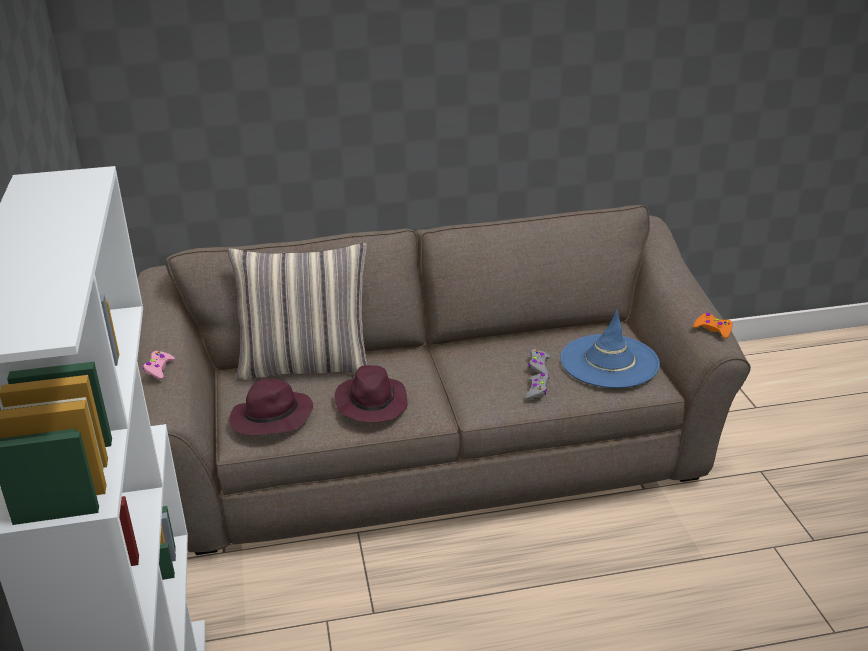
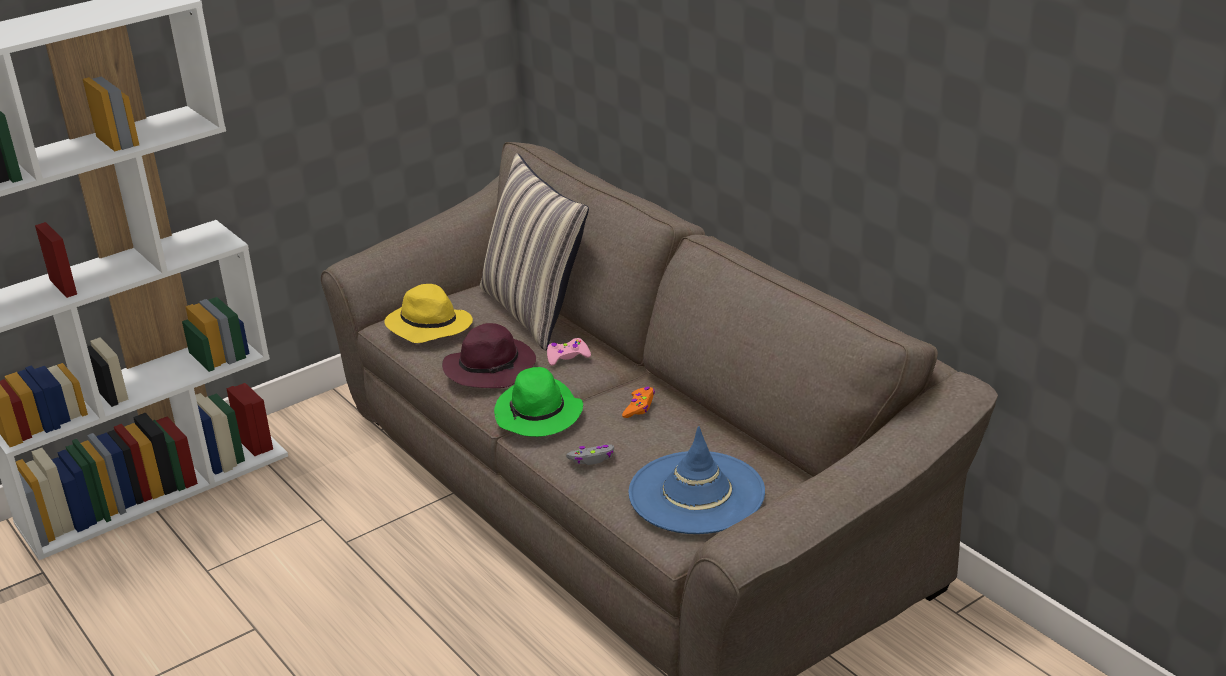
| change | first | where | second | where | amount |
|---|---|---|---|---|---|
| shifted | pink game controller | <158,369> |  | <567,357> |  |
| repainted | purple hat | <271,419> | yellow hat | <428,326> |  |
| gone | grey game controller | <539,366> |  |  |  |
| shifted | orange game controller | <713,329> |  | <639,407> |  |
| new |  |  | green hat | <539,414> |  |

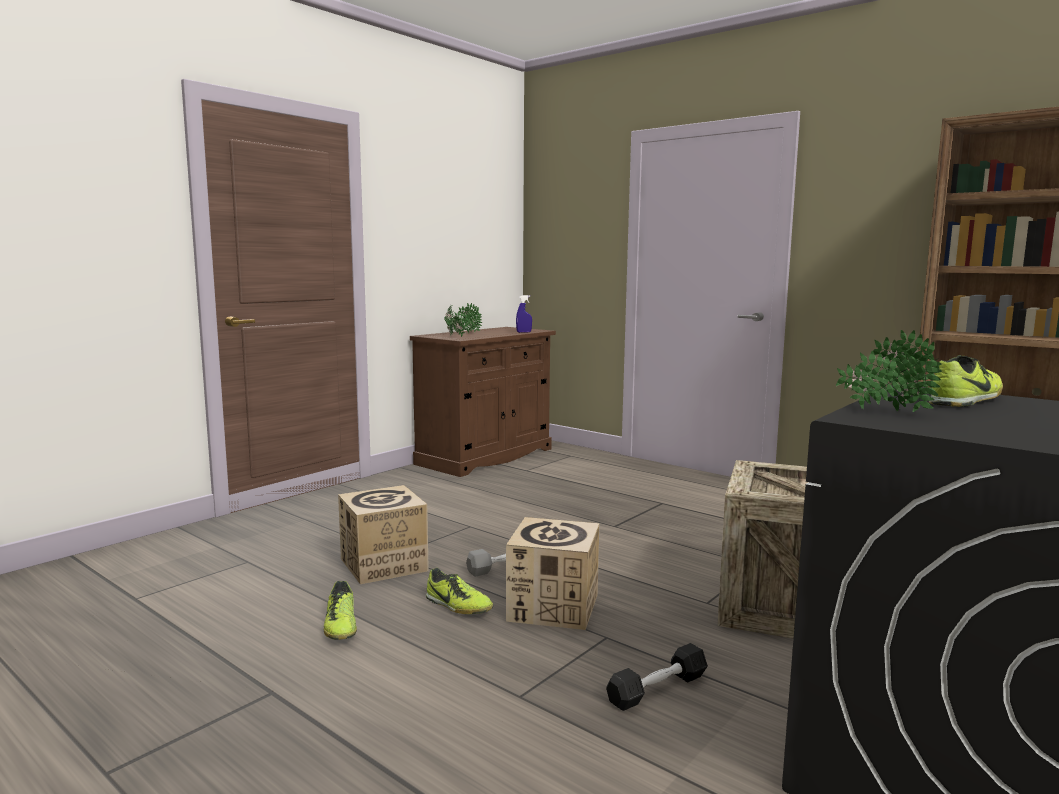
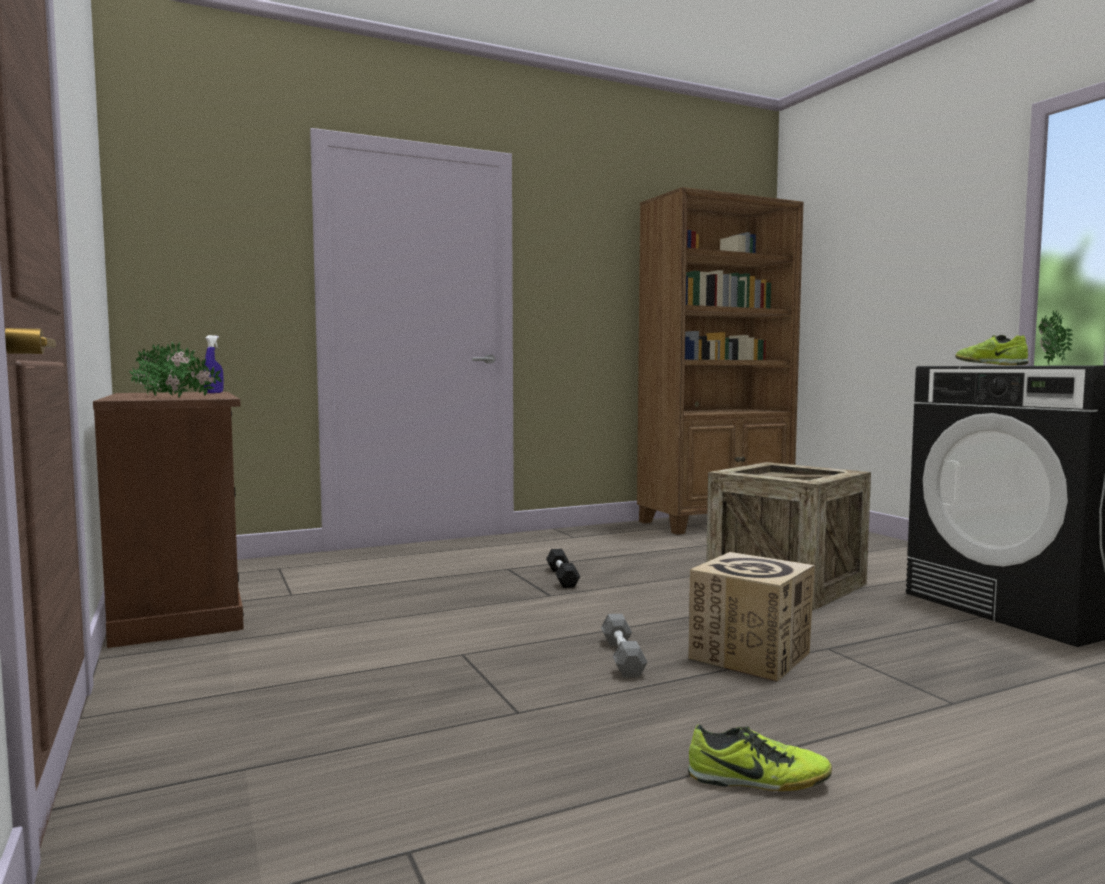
| change | first | where | second | where | amount |
|---|---|---|---|---|---|
| gone | cardboard box | <383,565> |  |  |  |
| gone | shoe | <458,606> |  |  |  |
| shifted | black dumbbell | <657,689> |  | <562,577> |  |

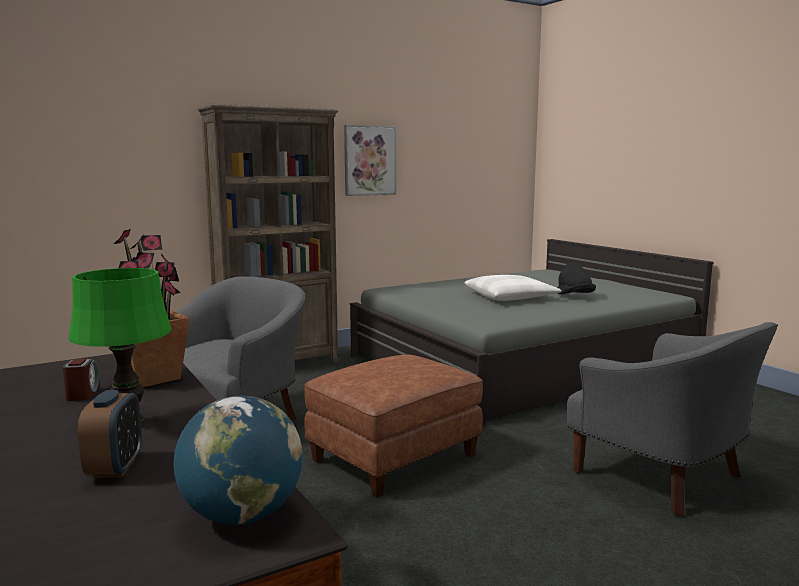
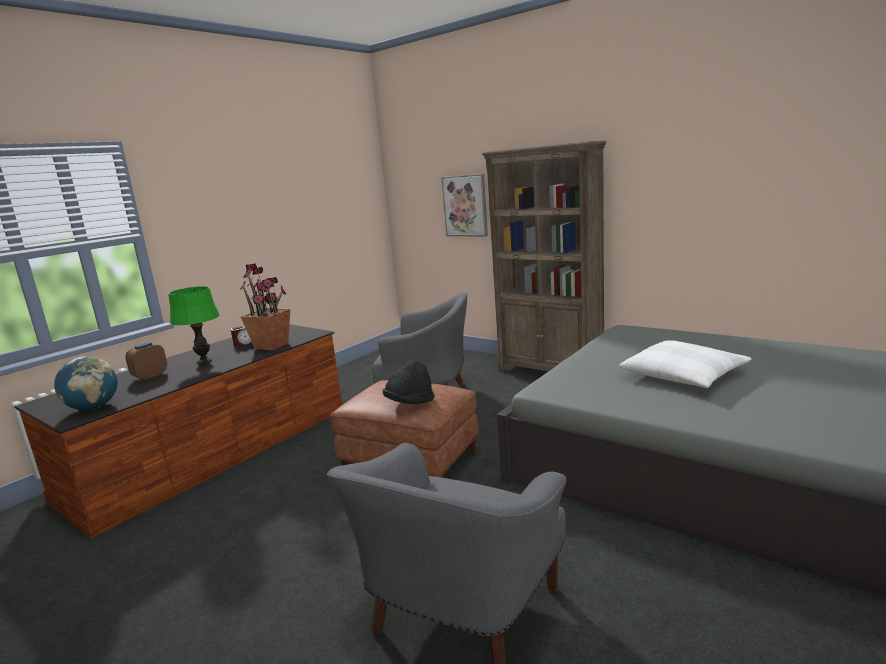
| change | first | where | second | where | amount |
|---|---|---|---|---|---|
| rotated | alarm clock | <115,468> |  | <150,376> | 150 degrees clockwise |
| shifted | picture | <369,160> |  | <465,206> |  |
| shifted | black hat | <574,297> |  | <409,403> |  |

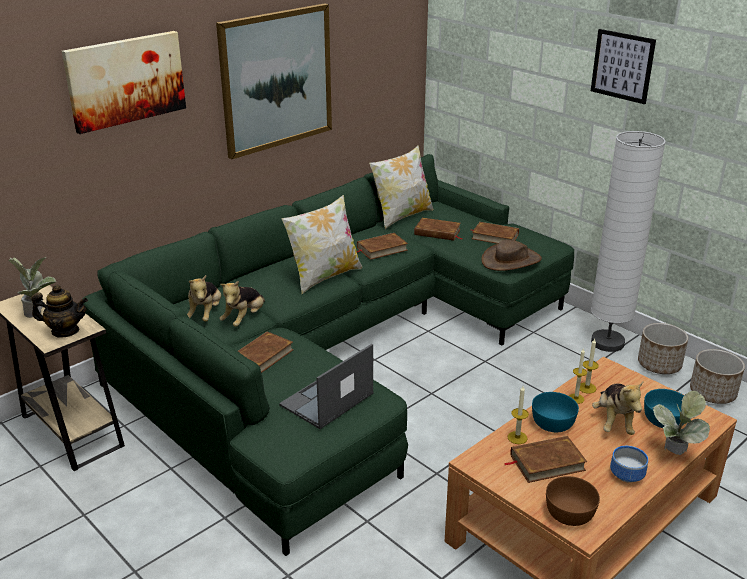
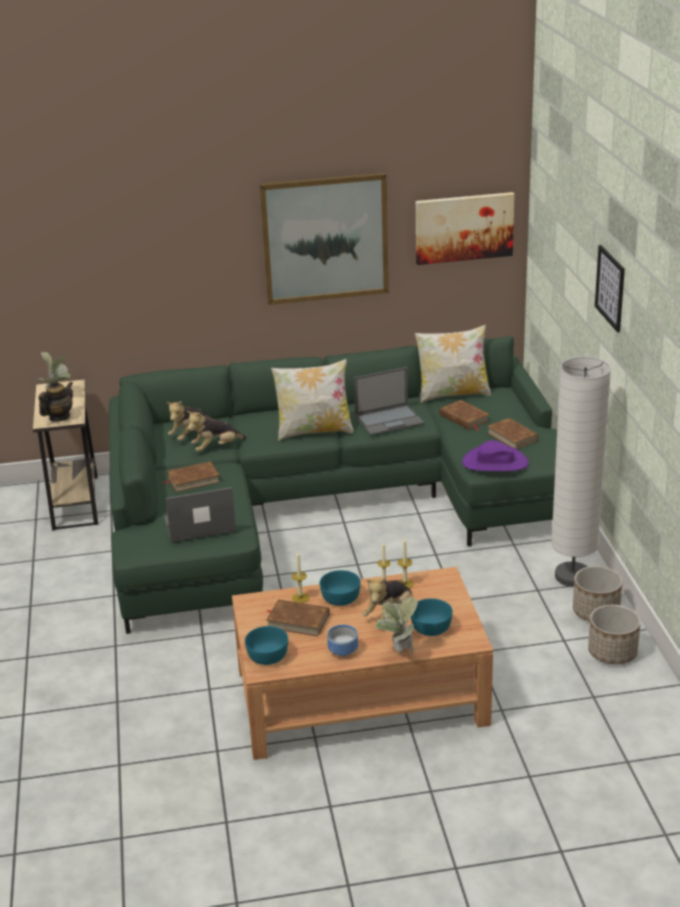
| change | first | where | second | where | amount |
|---|---|---|---|---|---|
| rotated | teapot | <65,331> |  | <59,417> | 90 degrees counterclockwise |
| shifted | picture | <125,80> |  | <464,227> |  |
| swapped | brown book | <381,249> | laptop | <390,420> |  |
| repainted | brown hat | <511,260> | purple hat | <495,463> |  |
| repainted | brown bowl | <570,514> | turquoise bowl | <267,656> |  |

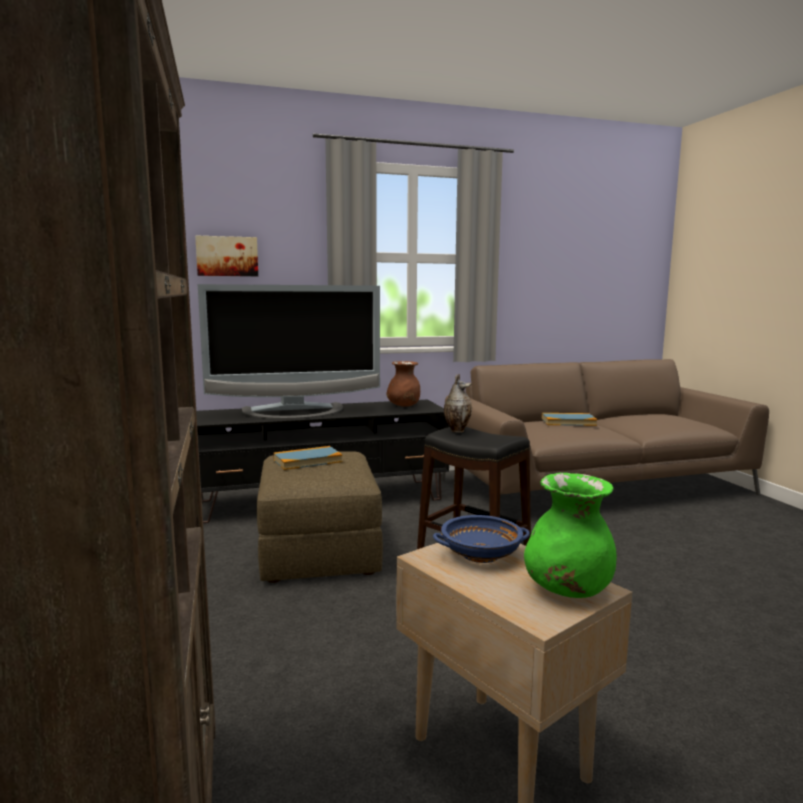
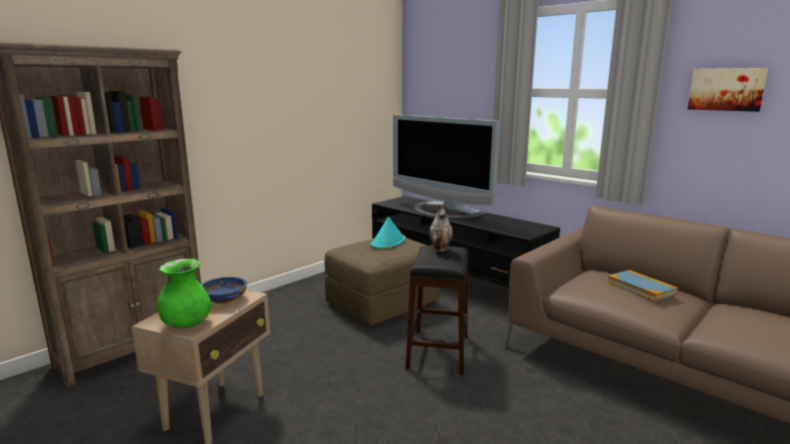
| change | first | where | second | where | amount |
|---|---|---|---|---|---|
| shifted | picture | <227,256> |  | <726,89> |  |
| swapped | book | <307,461> | turquoise hat | <388,242> |  |
| gone | brown vase | <404,406> |  |  |  |

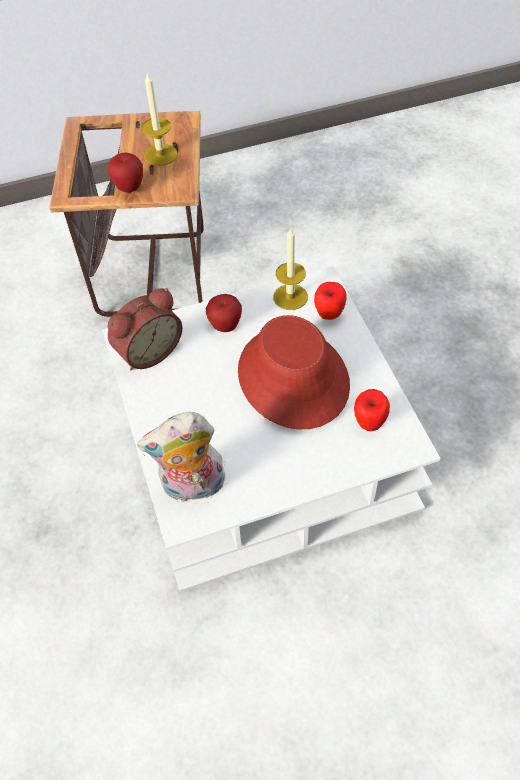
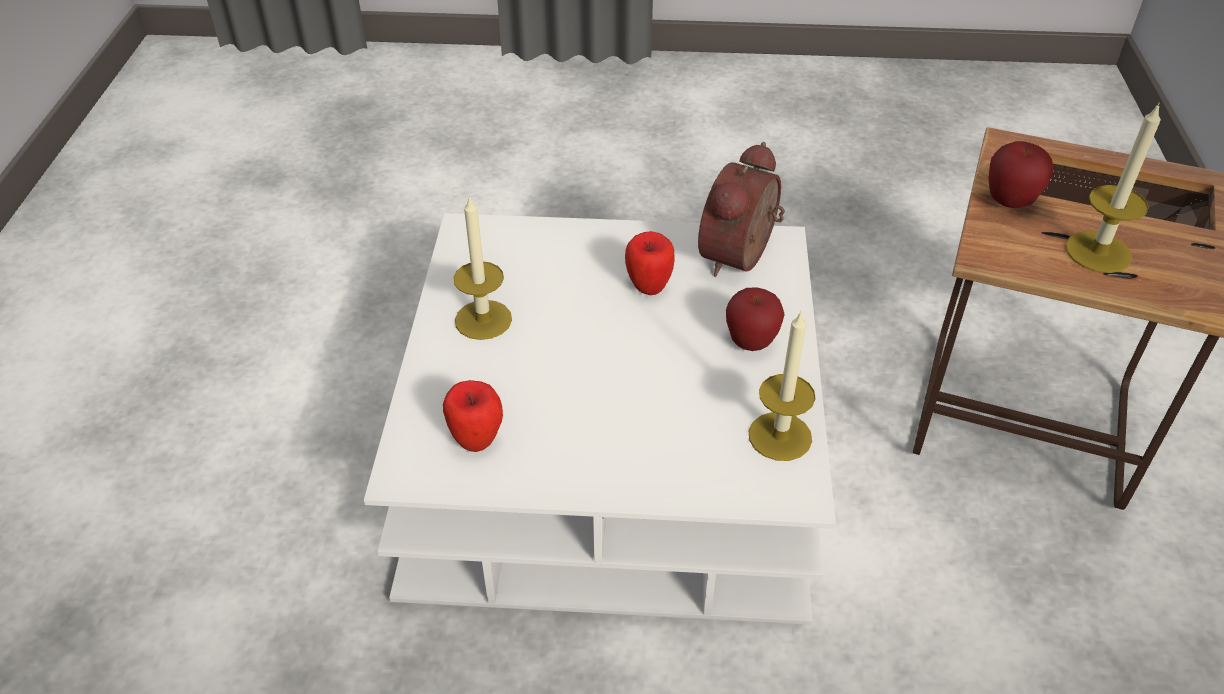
| change | first | where | second | where | amount |
|---|---|---|---|---|---|
| rotated | alarm clock | <147,351> |  | <742,257> | 45 degrees clockwise |
| gone | plush toy | <192,487> |  |  |  |
| gone | red hat | <292,378> |  |  |  |
| shifted | apple | <329,315> |  | <648,287> |  |
| new |  |  | candle | <483,320> |  |

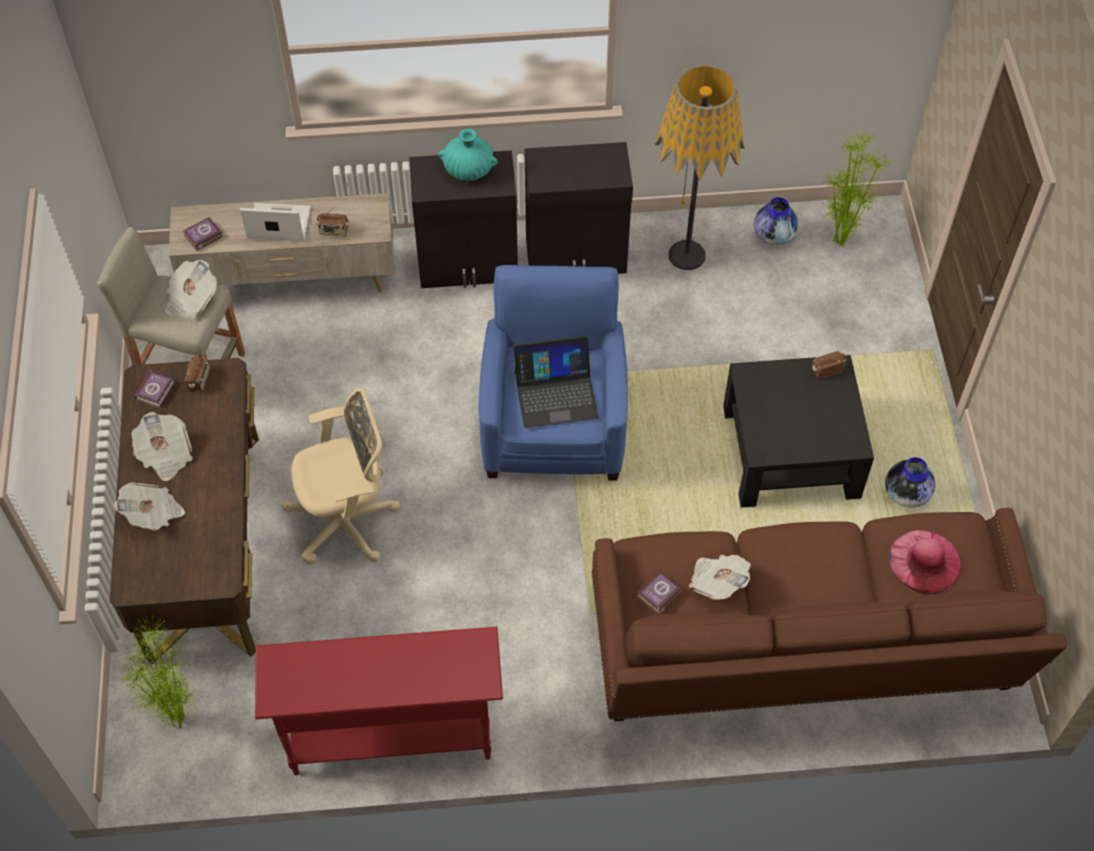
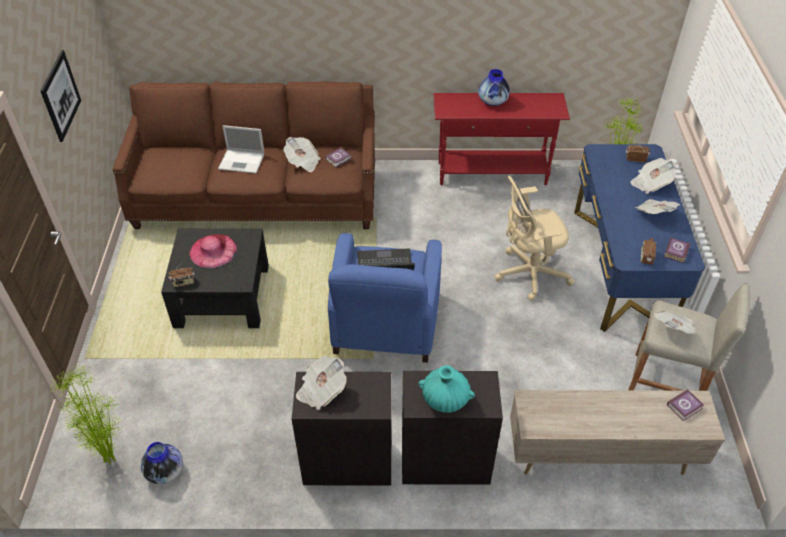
| change | first | where | second | where | amount |
|---|---|---|---|---|---|
| repainted | brown desk | <205,545> | blue desk | <620,267> |  |
| shifted | laptop | <277,224> |  | <242,161> |  |
| shifted | radio | <334,231> |  | <635,158> |  |
| gone | floor lamp | <686,255> |  |  |  |
| shifted | vase | <906,493> |  | <493,101> |  |
| shifted | pink hat | <924,561> |  | <213,250> |  |
| new |  |  | picture | <60,95> |  |
| new |  |  | newspaper | <321,390> |  |

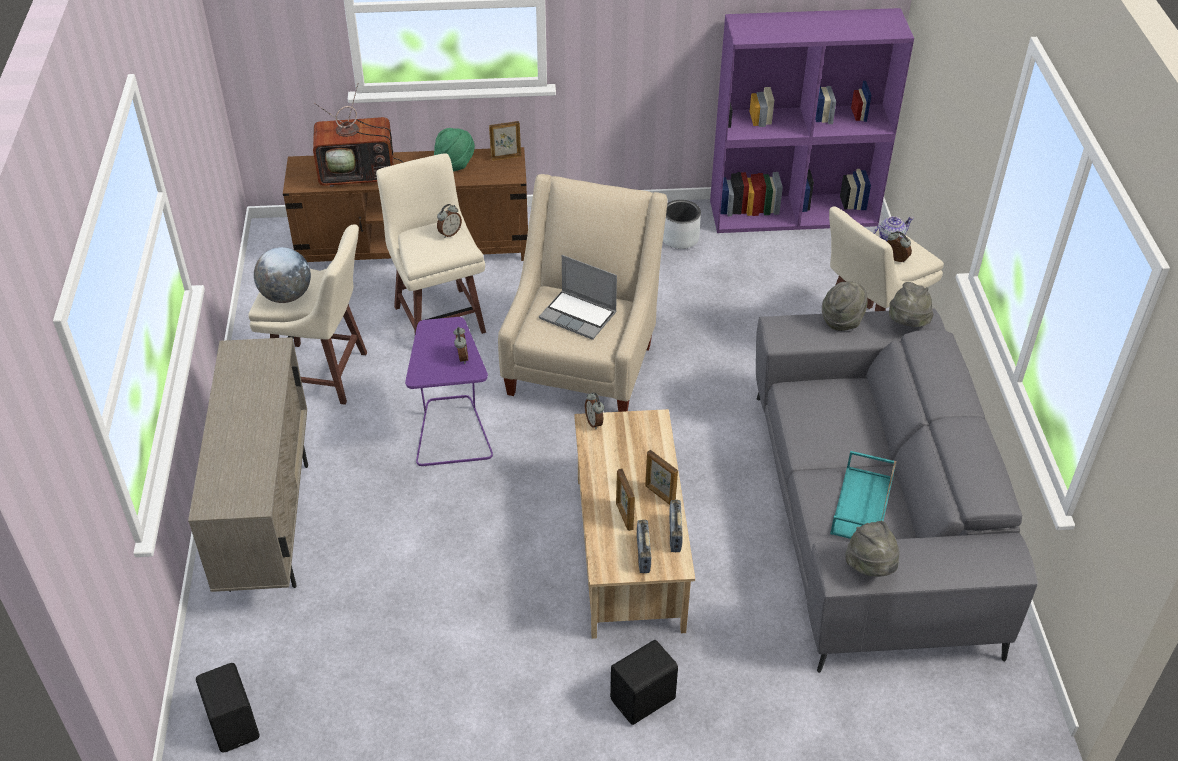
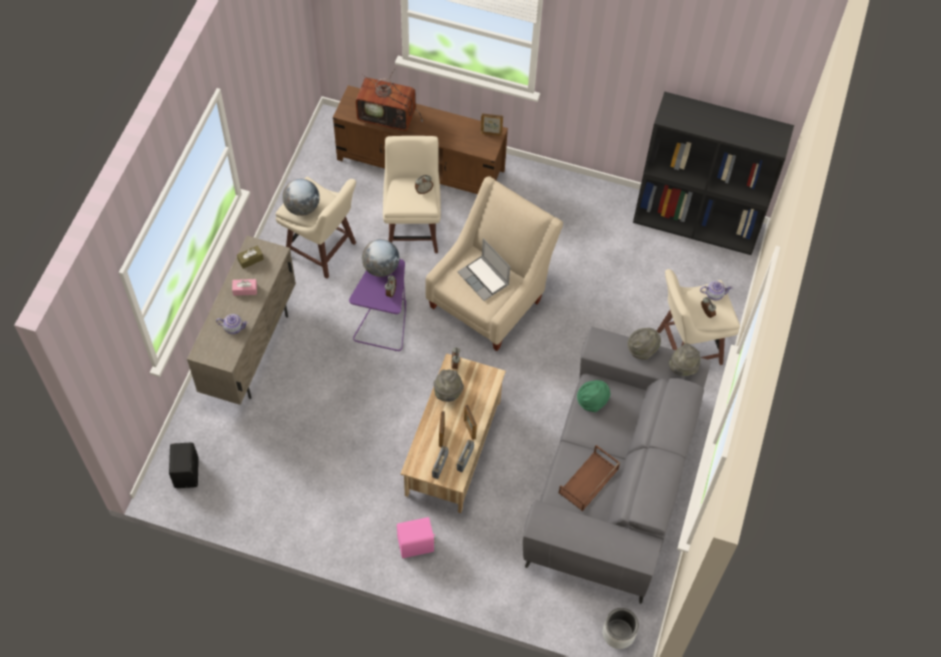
| change | first | where | second | where | amount |
|---|---|---|---|---|---|
| shifted | green hat | <455,163> |  | <592,401> |  |
| repainted | black speaker | <644,700> | pink speaker | <416,545> |  |
| shifted | grey planter | <680,238> |  | <618,633> |  |
| repainted | purple bookcase | <794,212> | black bookcase | <697,223> |  |
| repainted | turquoise tray | <862,506> | brown tray | <588,482> |  |
| shifted | grey hat | <870,567> |  | <448,393> |  |
| new |  |  | teapot | <233,327> |  |
| new |  |  | pink tissue box | <245,290> |  |
| new |  |  | brown tissue box | <250,259> |  |
| new |  |  | globe | <381,268> |  |

